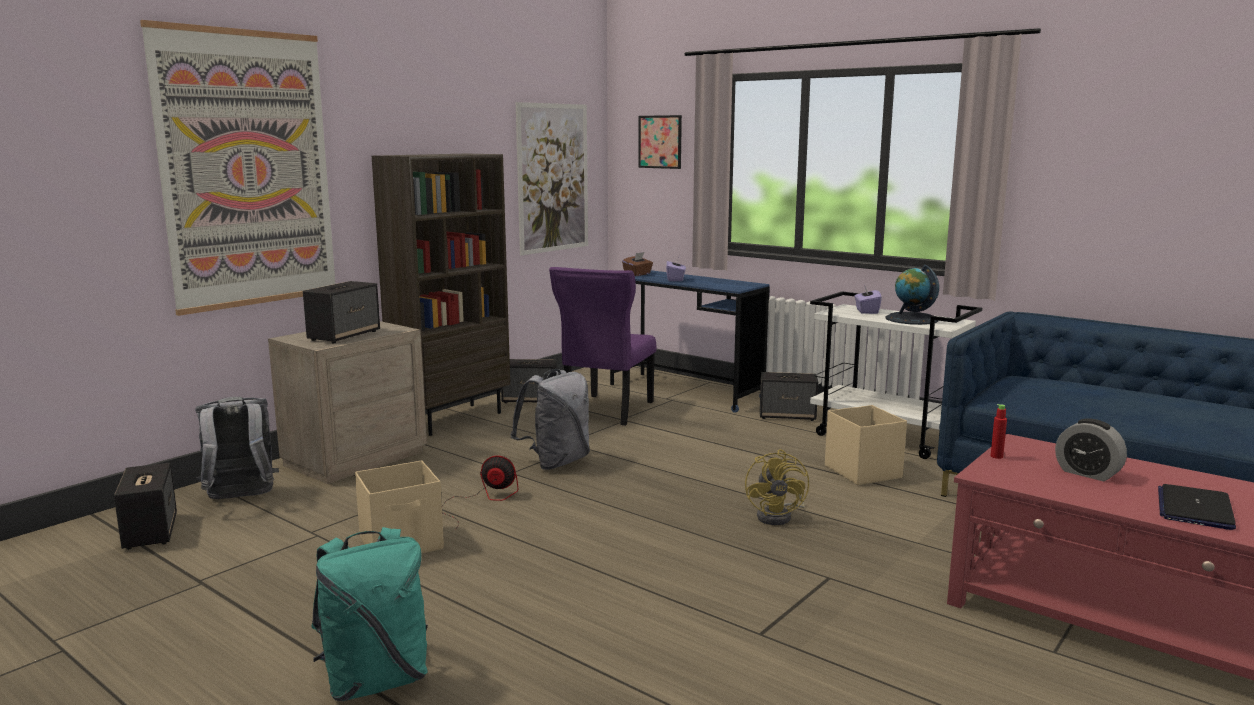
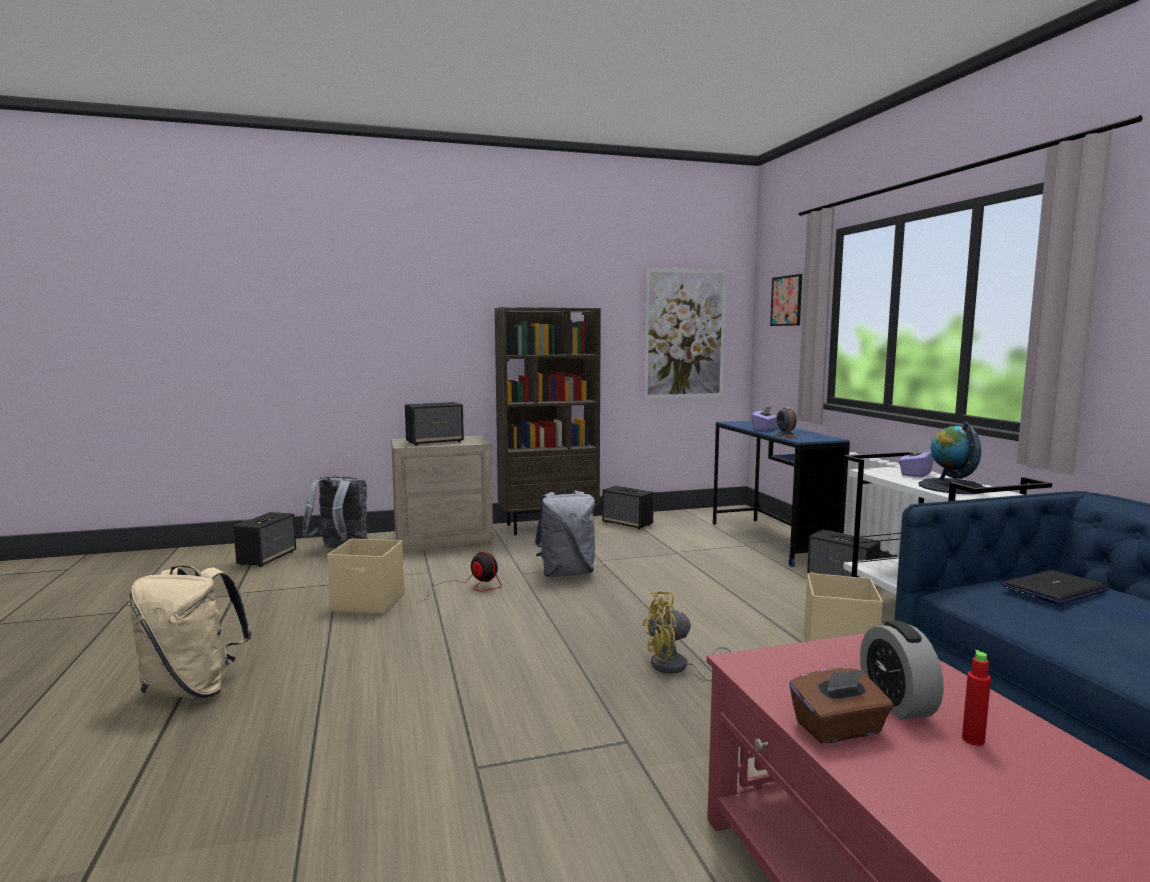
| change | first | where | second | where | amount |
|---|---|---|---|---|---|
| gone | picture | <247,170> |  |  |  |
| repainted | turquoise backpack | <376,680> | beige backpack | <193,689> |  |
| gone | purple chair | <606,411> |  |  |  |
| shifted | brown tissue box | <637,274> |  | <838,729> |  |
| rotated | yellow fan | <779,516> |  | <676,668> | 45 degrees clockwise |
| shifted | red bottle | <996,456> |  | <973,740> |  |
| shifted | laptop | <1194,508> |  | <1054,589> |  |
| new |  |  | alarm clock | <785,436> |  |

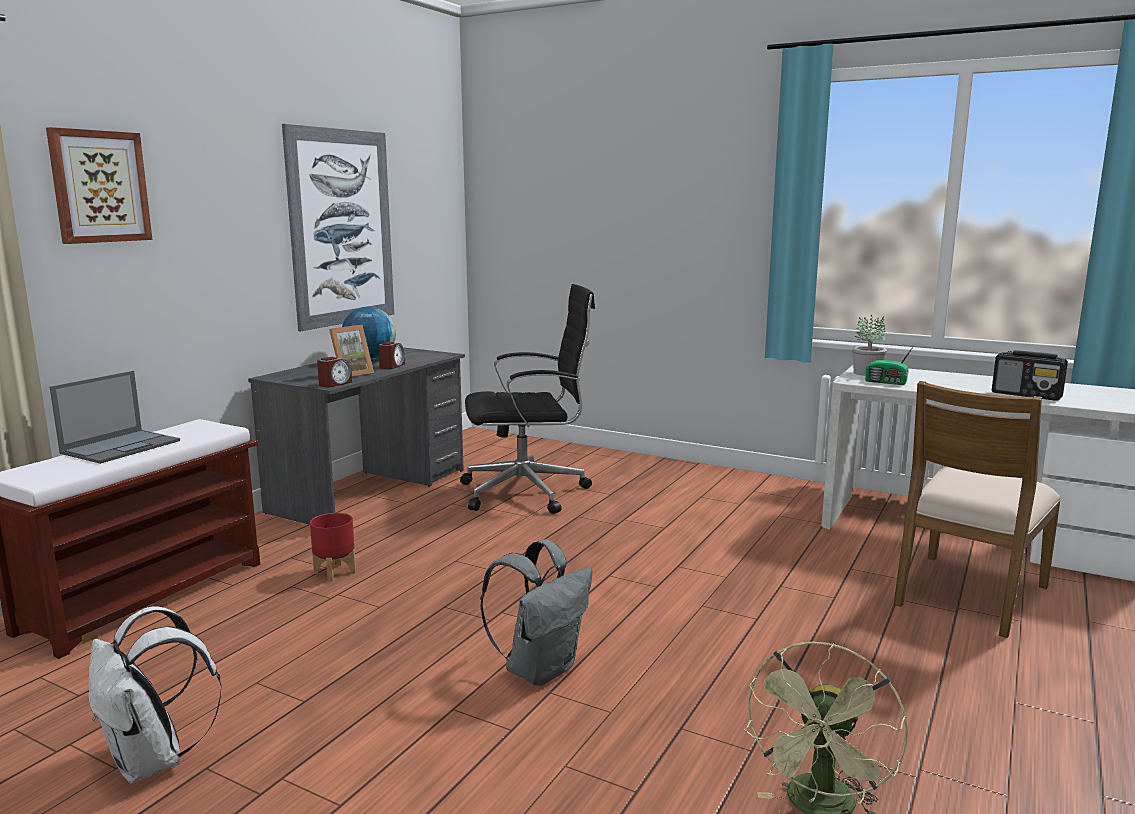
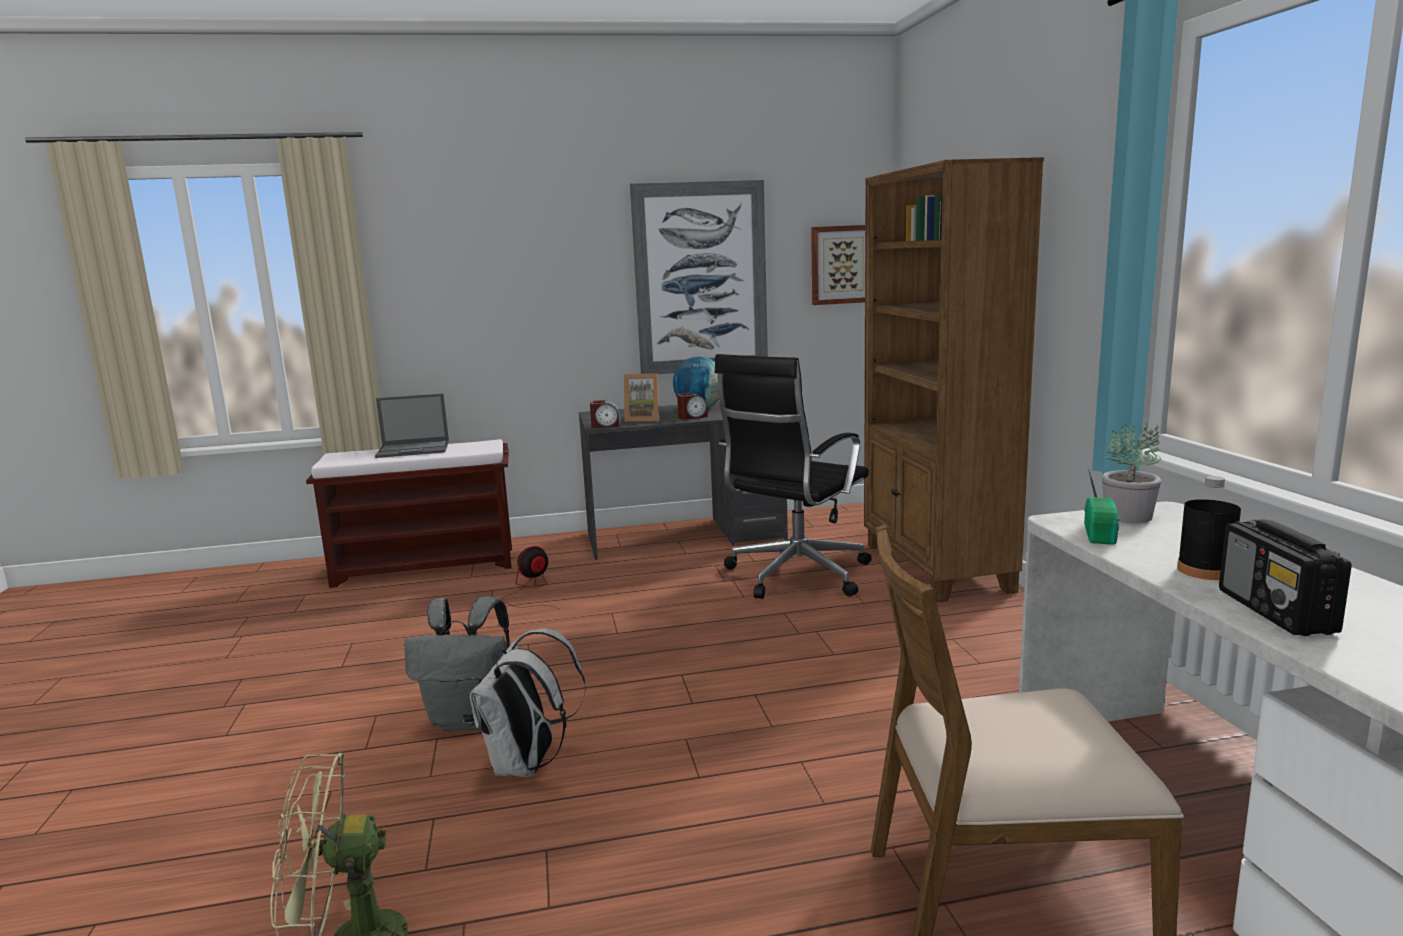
| change | first | where | second | where | amount |
|---|---|---|---|---|---|
| shifted | picture | <99,187> |  | <842,265> |  |
| shifted | white backpack | <153,761> |  | <528,765> |  |
| swapped | red planter | <334,572> | fan | <531,590> |  |
| rotated | black office chair | <528,492> |  | <795,576> | 90 degrees clockwise |
| rotated | radio | <887,382> |  | <1101,534> | 150 degrees counterclockwise |
| new |  |  | brown bookcase | <935,567> |  |
| new |  |  | black bottle | <1205,570> |  |

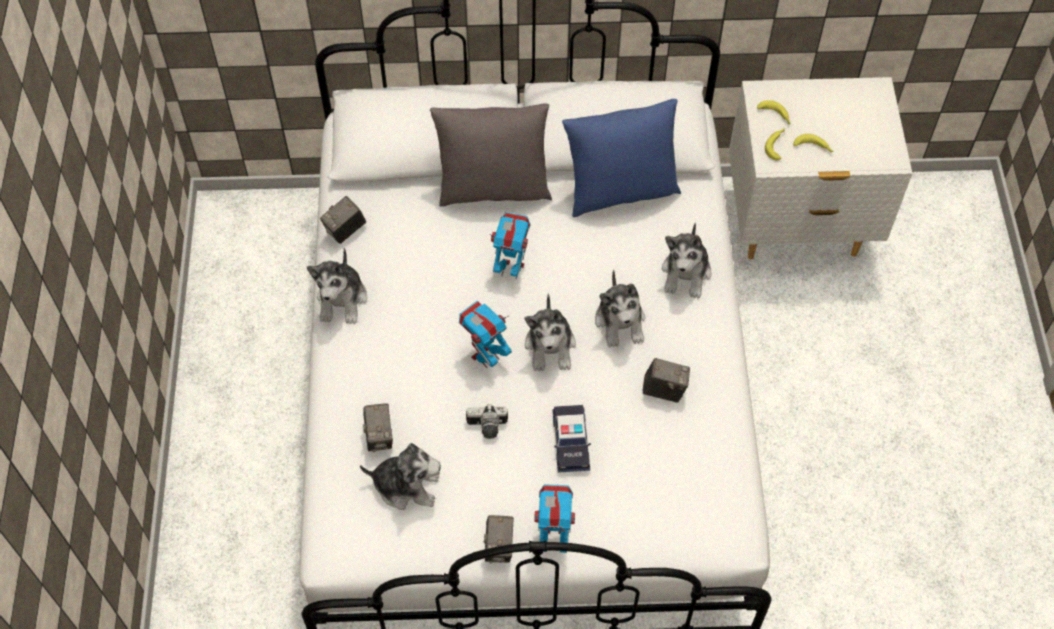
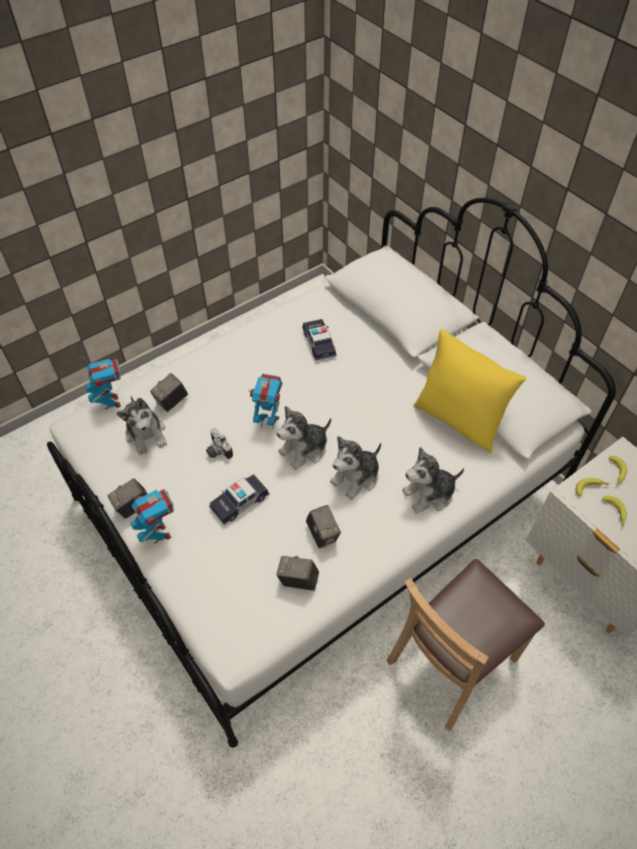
| change | first | where | second | where | amount |
|---|---|---|---|---|---|
| gone | plush toy | <342,299> |  |  |  |
| shifted | photo camera | <345,231> |  | <298,581> |  |
| gone | grey pillow | <493,189> |  |  |  |
| shifted | toy robot | <511,269> |  | <111,402> |  |
| repainted | blue pillow | <620,191> | yellow pillow | <458,420> |  |
| new |  |  | toy car | <319,343> |  |
| new |  |  | brown chair | <451,662> |  |

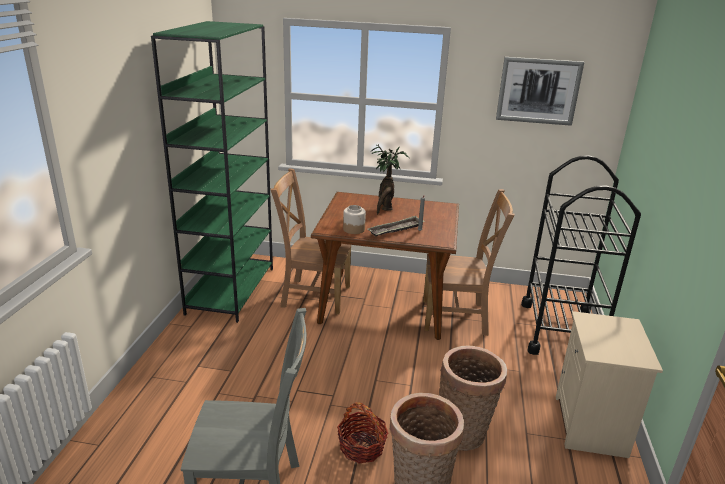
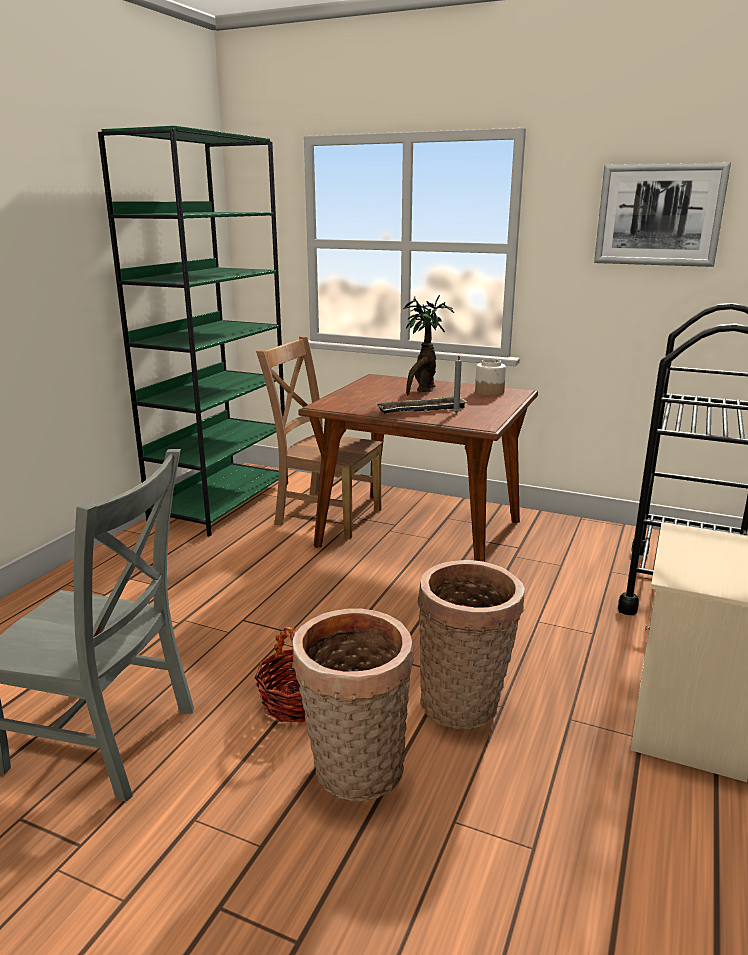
| change | first | where | second | where | amount |
|---|---|---|---|---|---|
| shifted | jar | <354,229> |  | <489,392> |  |
| gone | brown chair | <457,317> |  |  |  |

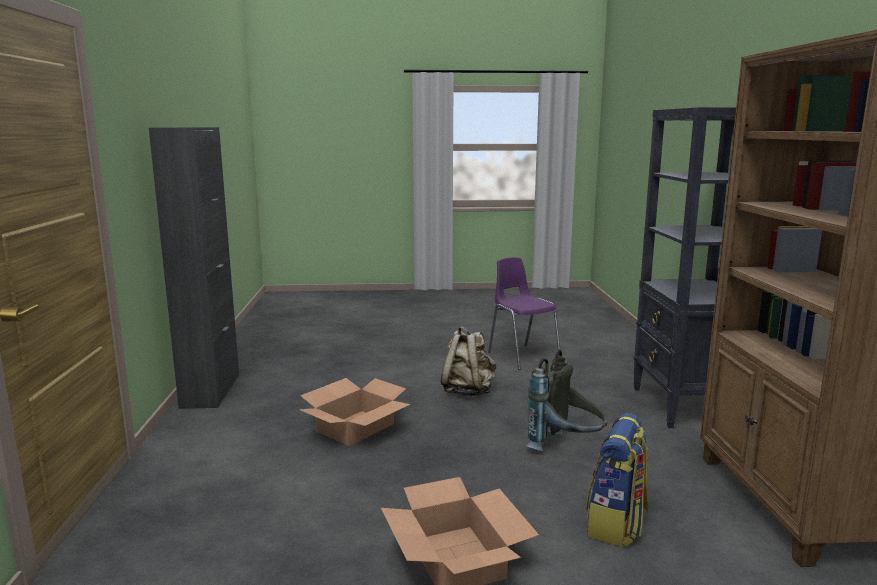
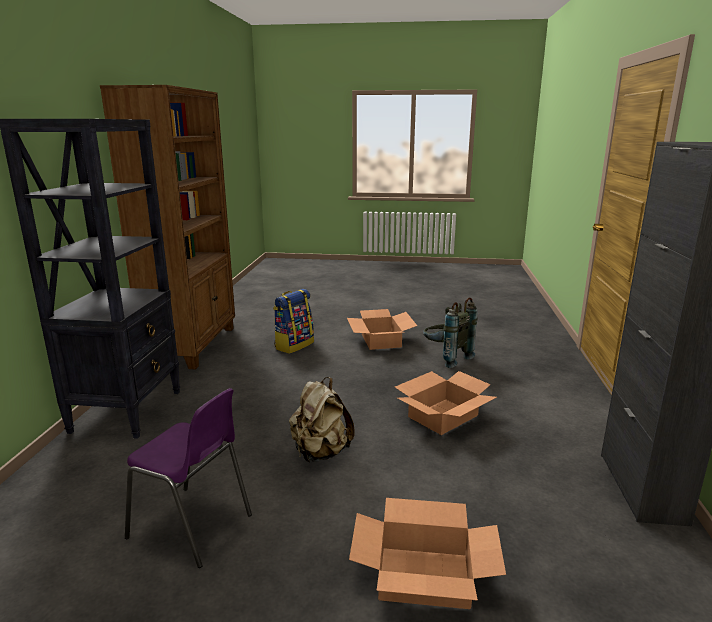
| change | first | where | second | where | amount |
|---|---|---|---|---|---|
| rotated | purple chair | <522,356> |  | <193,527> | 45 degrees counterclockwise |
| shifted | grey backpack | <566,448> |  | <445,358> |  |
| new |  |  | cardboard box | <424,576> |  |

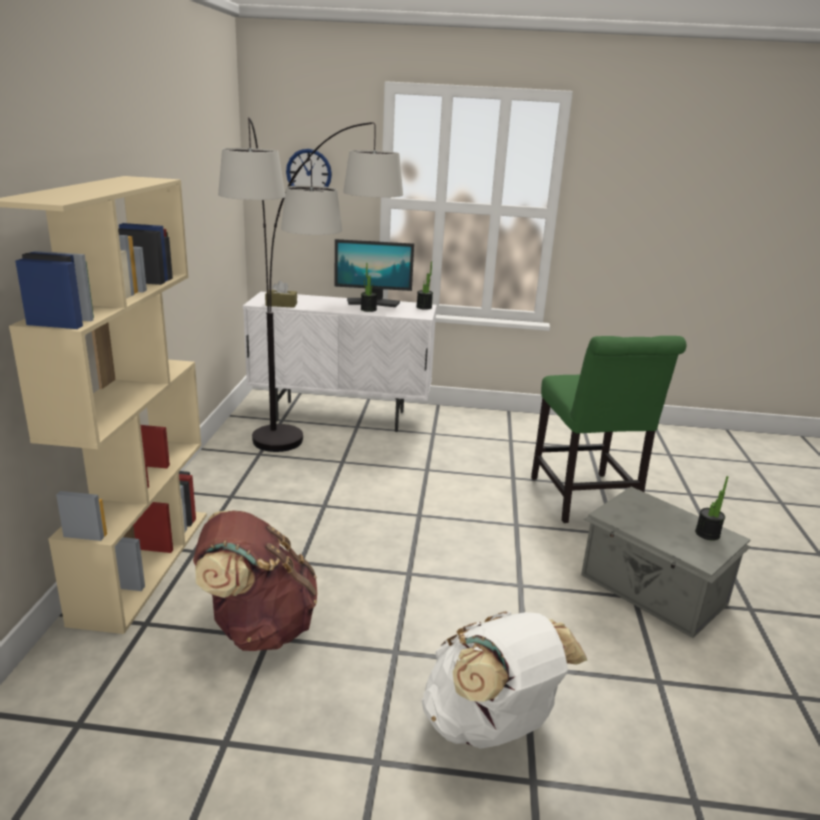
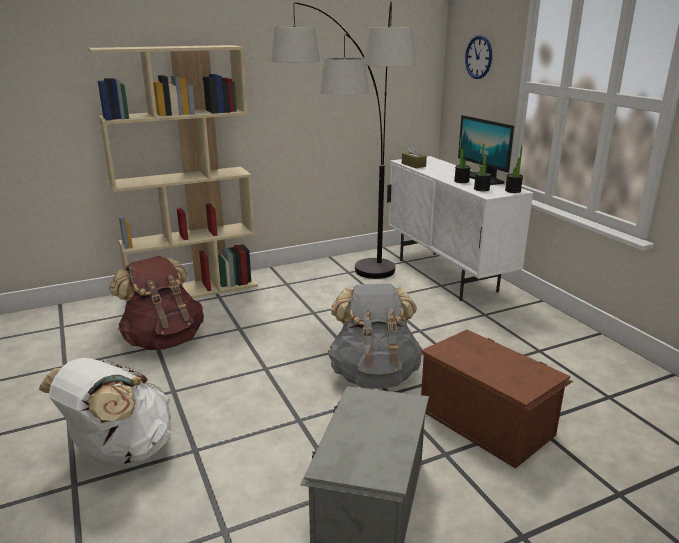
| change | first | where | second | where | amount |
|---|---|---|---|---|---|
| swapped | green chair | <585,501> | brown storage box | <486,421> |  |
| shifted | potted plant | <707,534> |  | <481,189> |  |
| new |  |  | grey backpack | <374,375> |  |

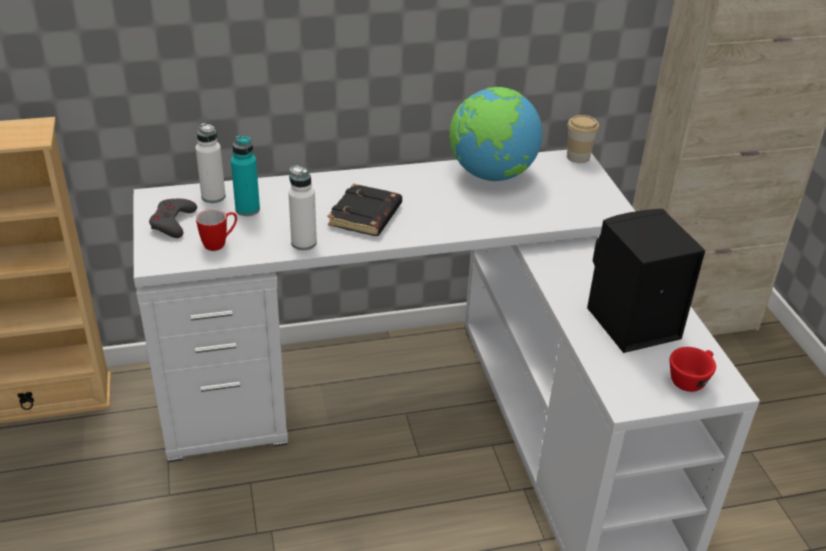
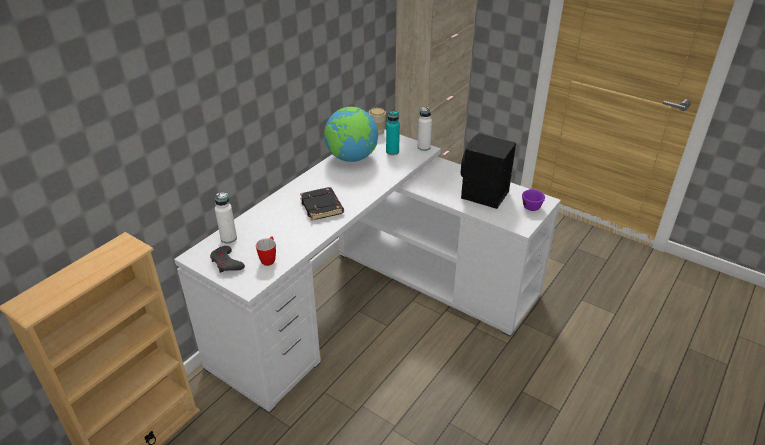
| change | first | where | second | where | amount |
|---|---|---|---|---|---|
| shifted | turquoise bottle | <247,209> |  | <392,152> |  |
| shifted | white bottle | <304,243> |  | <423,147> |  |
| repainted | red cup | <690,379> | purple cup | <530,205> |  |

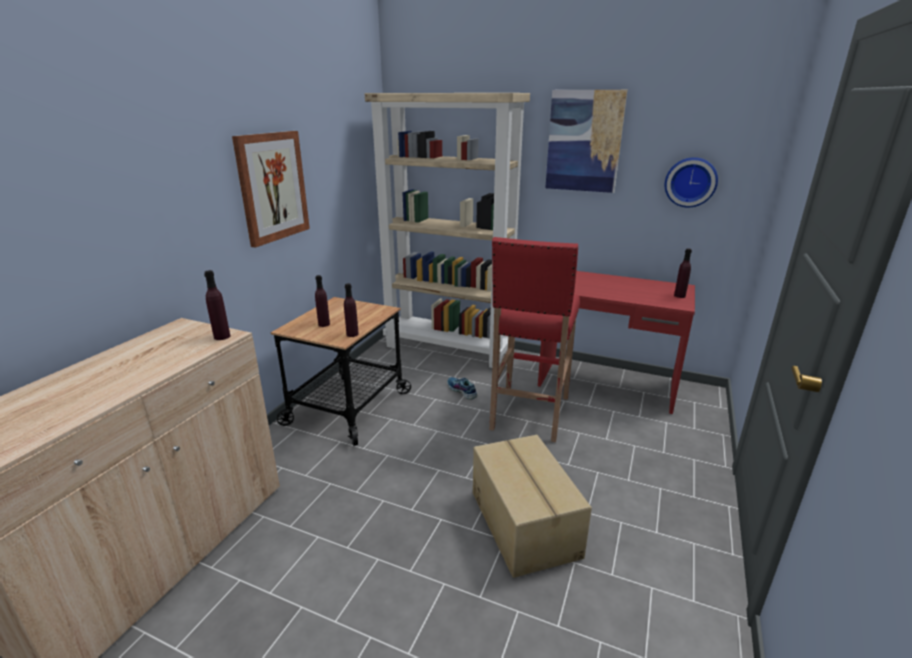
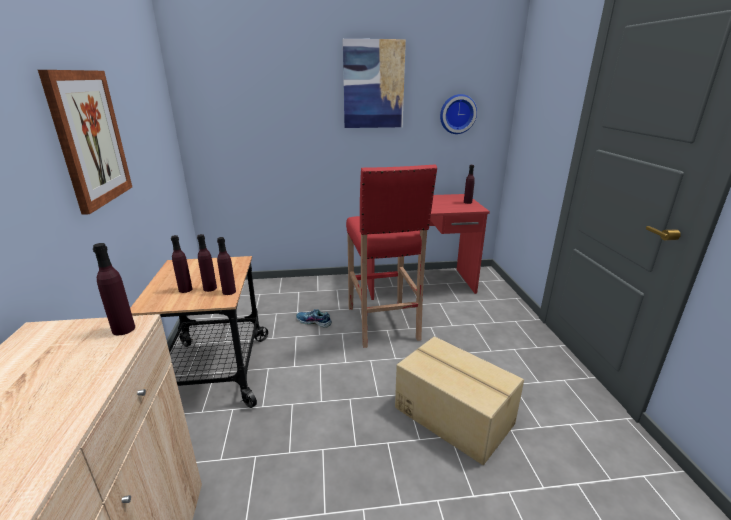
| change | first | where | second | where | amount |
|---|---|---|---|---|---|
| gone | beige bookcase | <449,348> |  |  |  |
| new |  |  | purple bottle | <210,288> |  |

